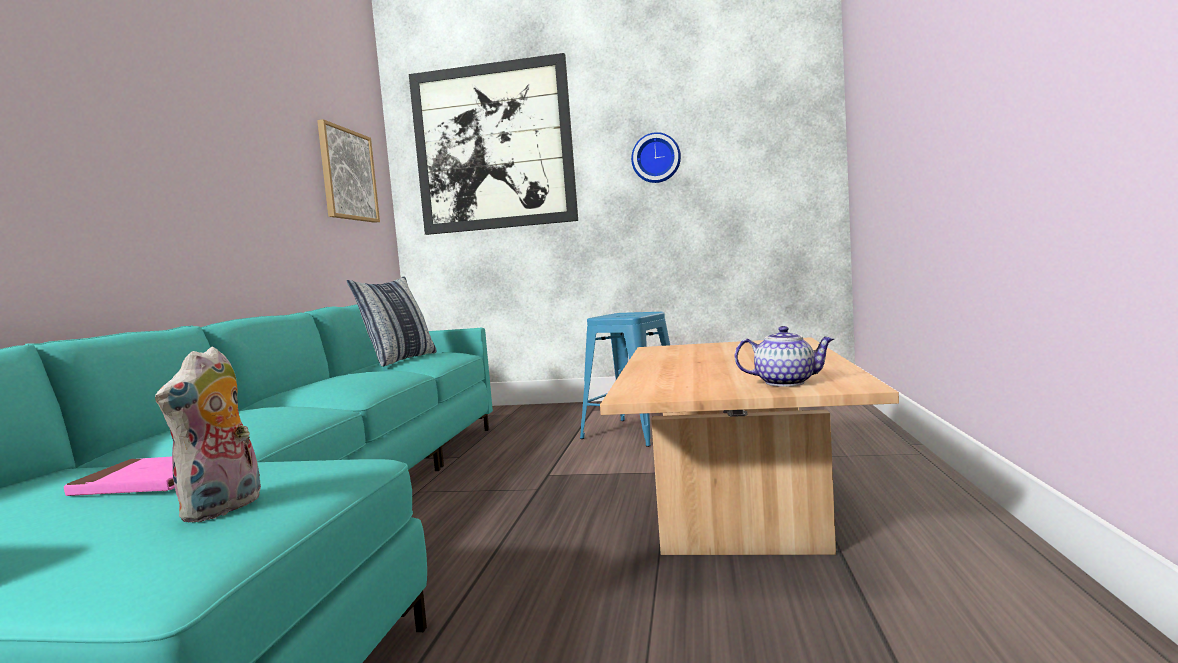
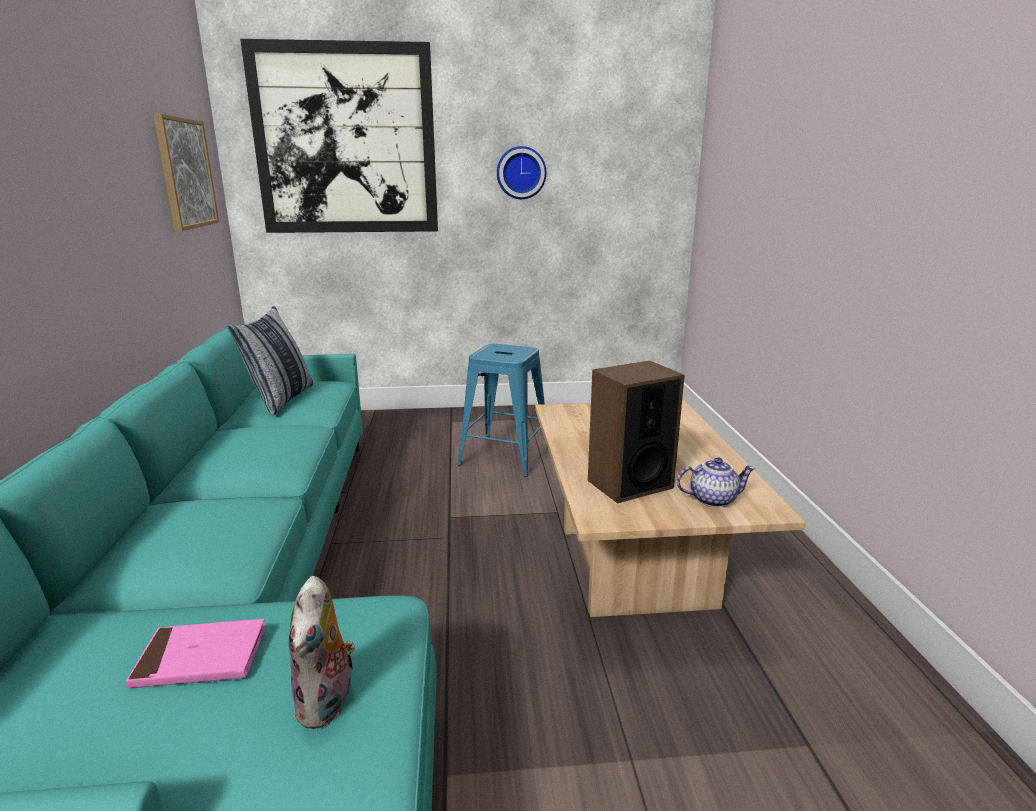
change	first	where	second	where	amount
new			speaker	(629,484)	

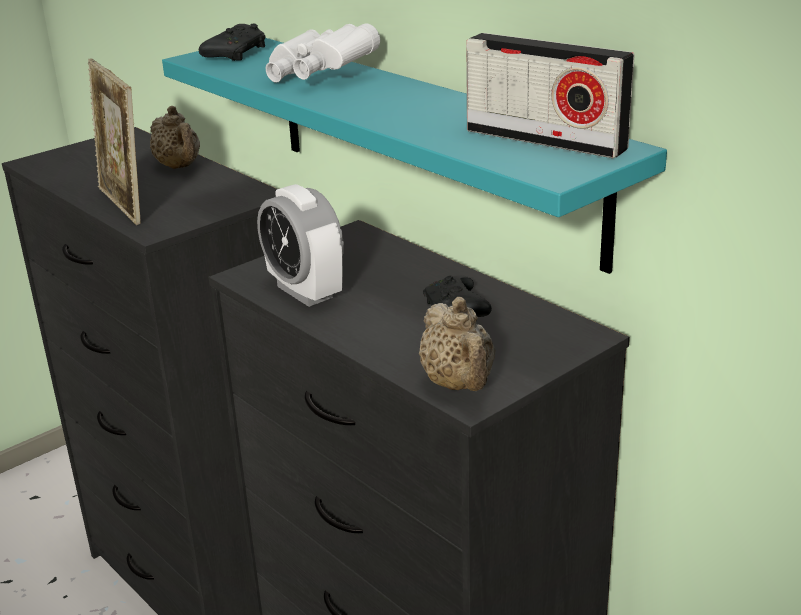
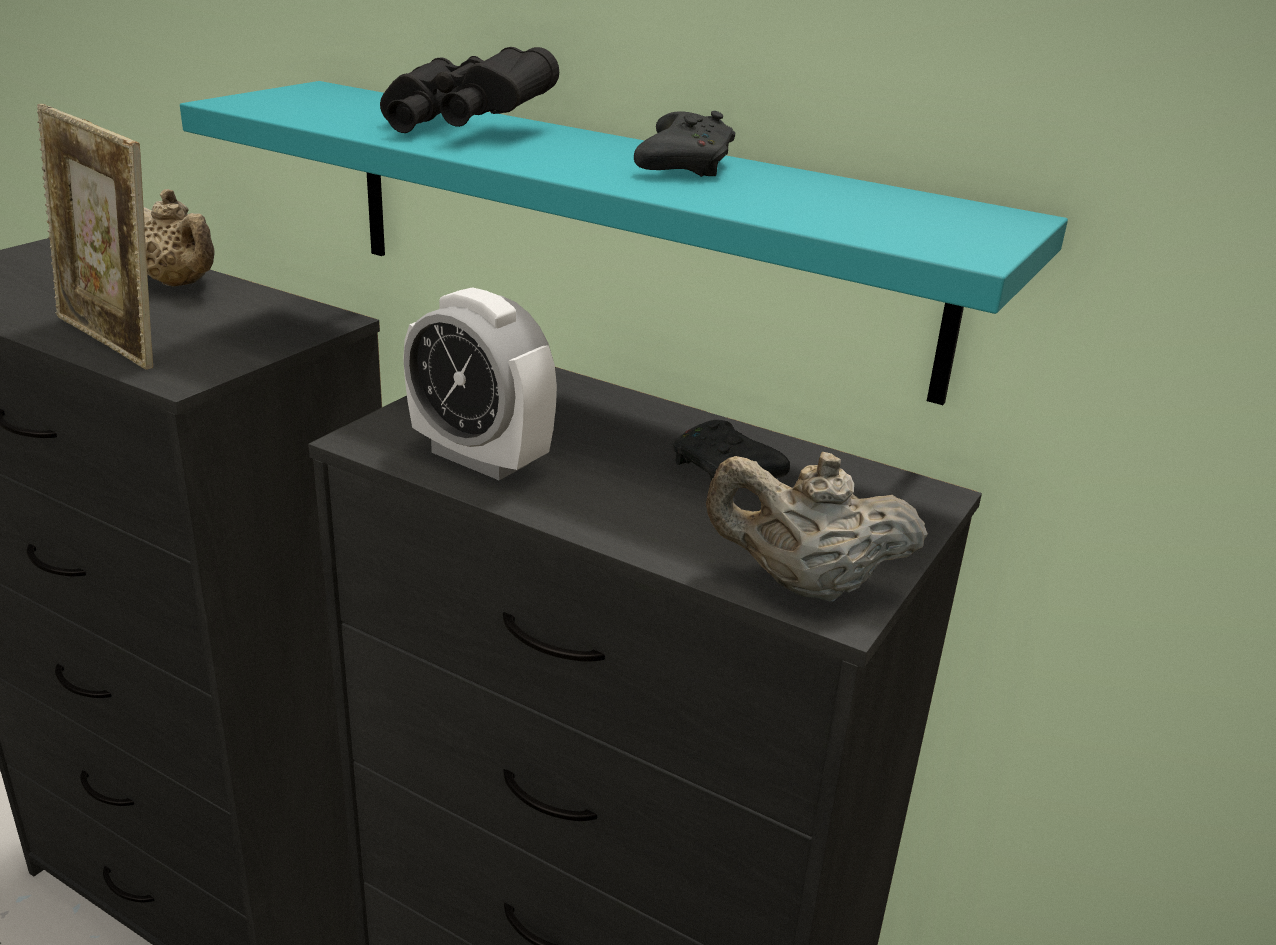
change	first	where	second	where	amount
shifted	game controller/black	(237,54)		(684,165)	
repainted	binoculars/white	(317,77)	binoculars/black	(460,128)	
gone	radio	(545,140)			
rotated	teapot/beige	(459,385)		(805,585)	135 degrees clockwise

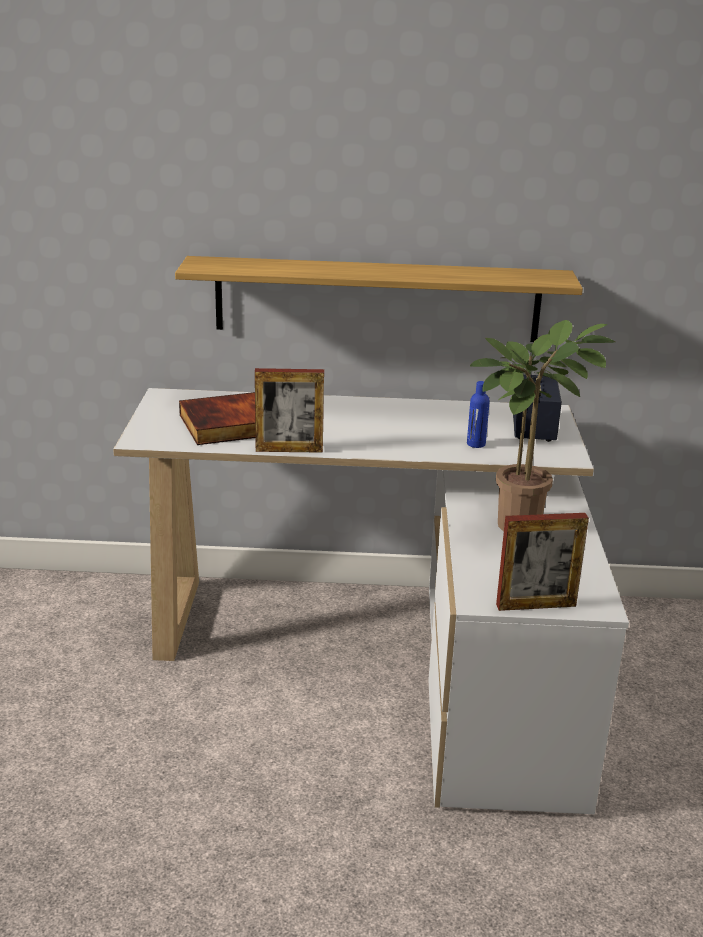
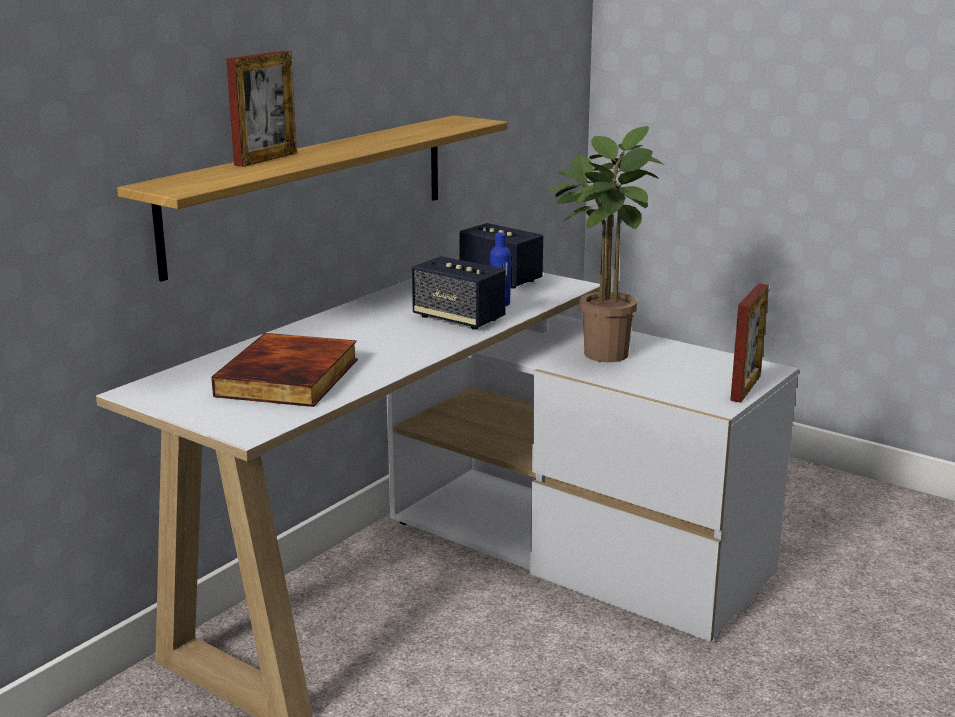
change	first	where	second	where	amount
shifted	picture frame	(289,450)		(266,159)	
new			speaker	(458,319)	

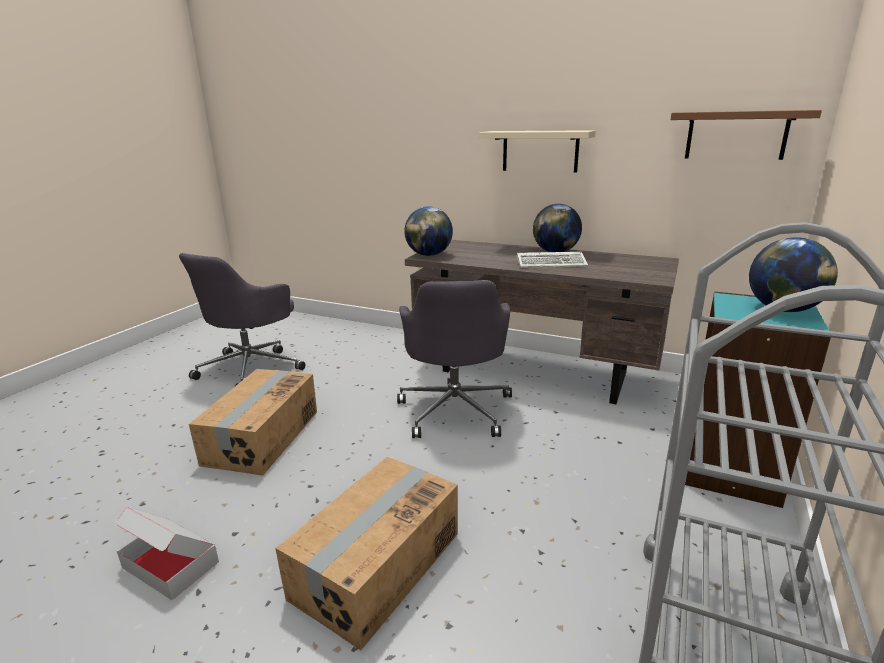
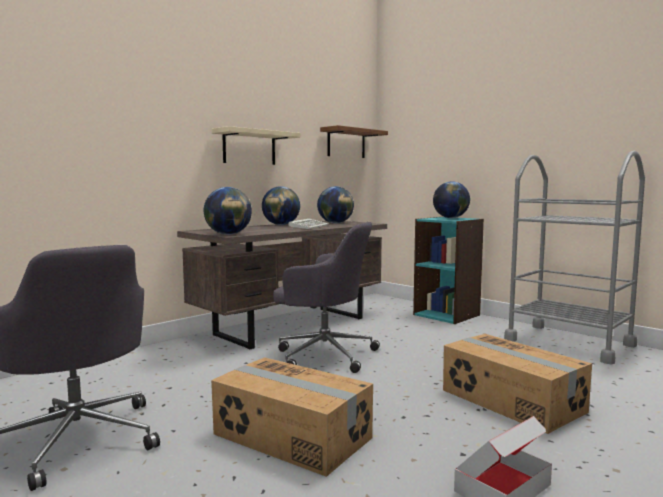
change	first	where	second	where	amount
new			globe	(335,223)	

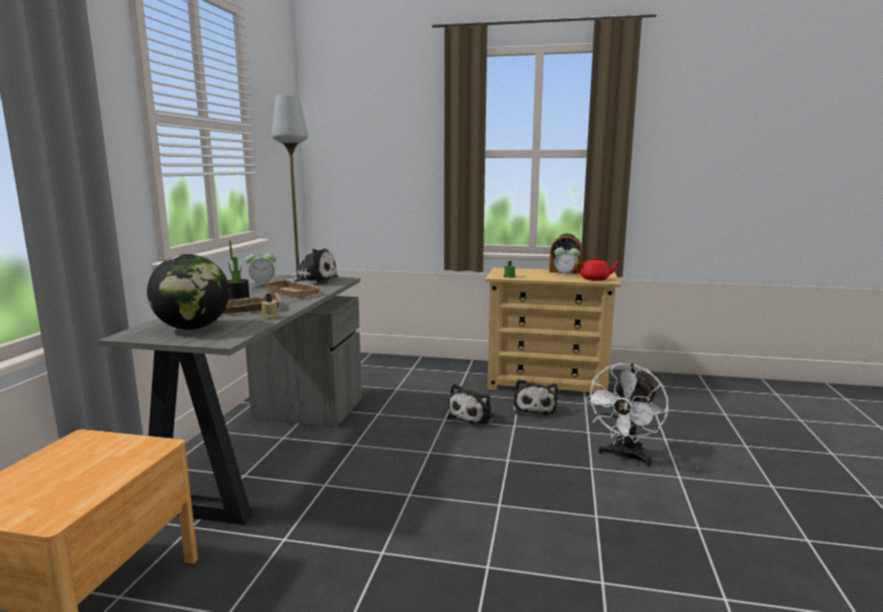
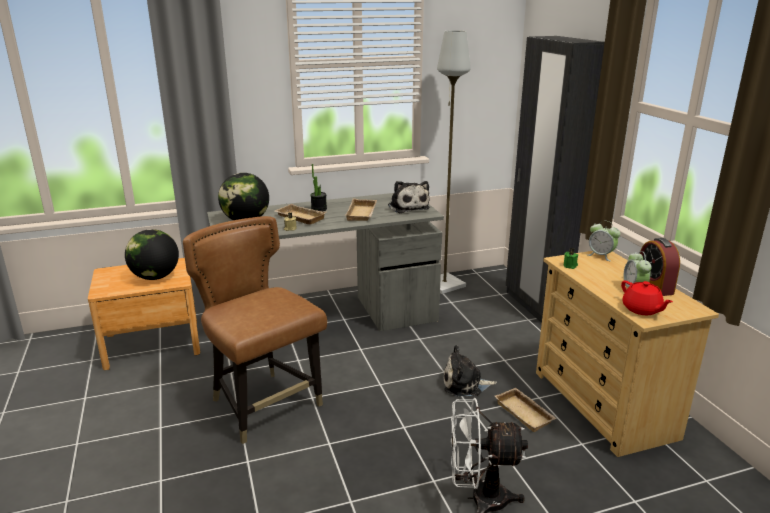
change	first	where	second	where	amount
shifted	alarm clock	(262,285)		(601,256)	
swapped	plush toy	(534,408)	tray/beige	(525,413)	
new			wardrobe/black	(535,305)	
new			chair/brown	(264,405)	
new			globe	(155,277)	

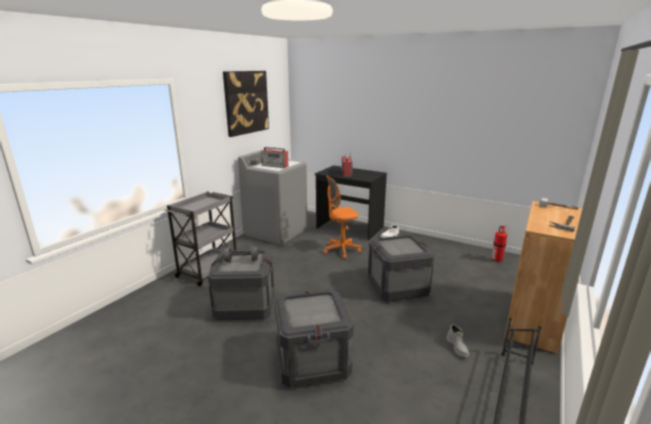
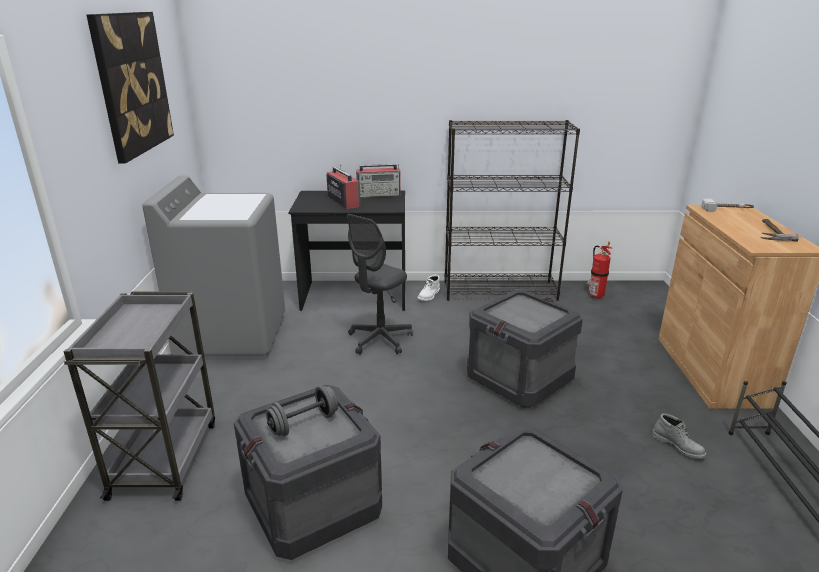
change	first	where	second	where	amount
shifted	radio	(275,166)		(379,195)	
repainted	office chair/orange	(341,250)	office chair/grey	(380,340)	
new			bookcase/black	(500,290)	

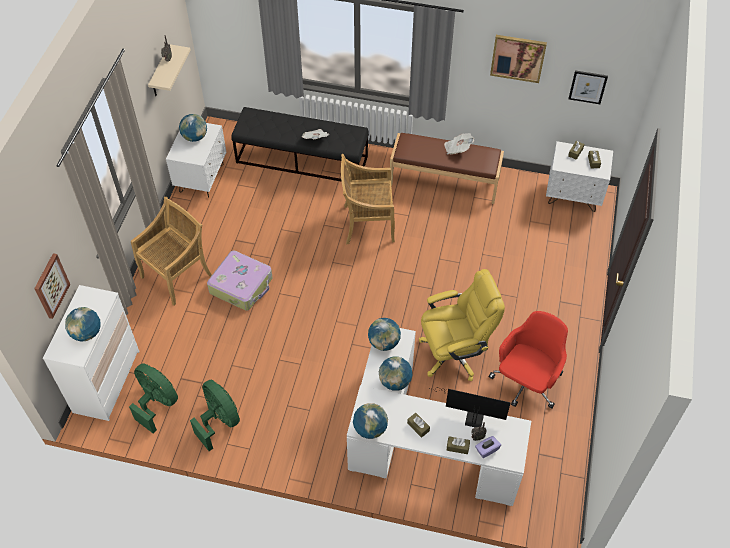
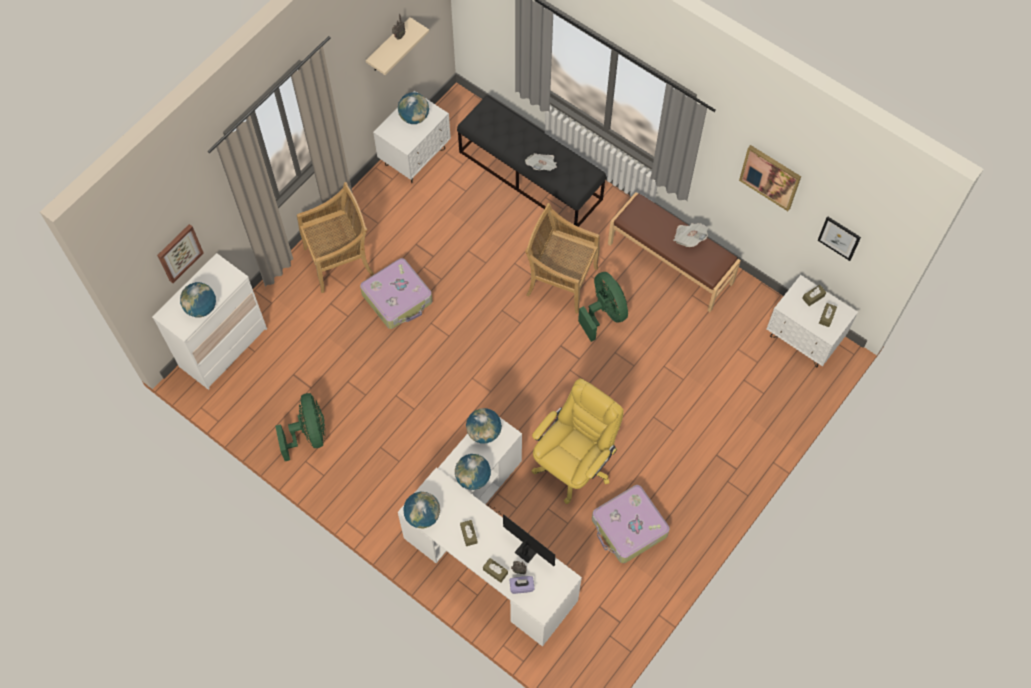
change	first	where	second	where	amount
rotated	office chair/yellow	(454,353)		(573,464)	60 degrees counterclockwise
swapped	office chair/red	(526,383)	suitcase	(628,528)	
shifted	fan/green	(157,403)		(604,314)	

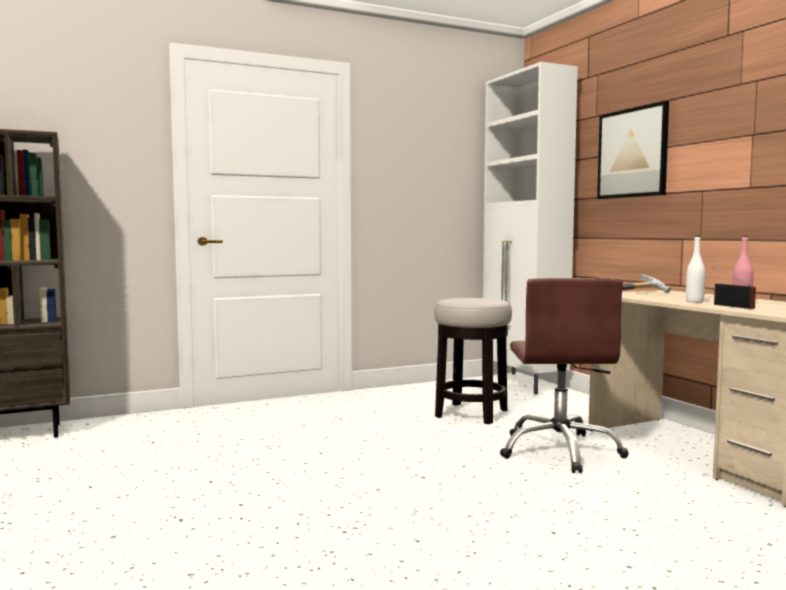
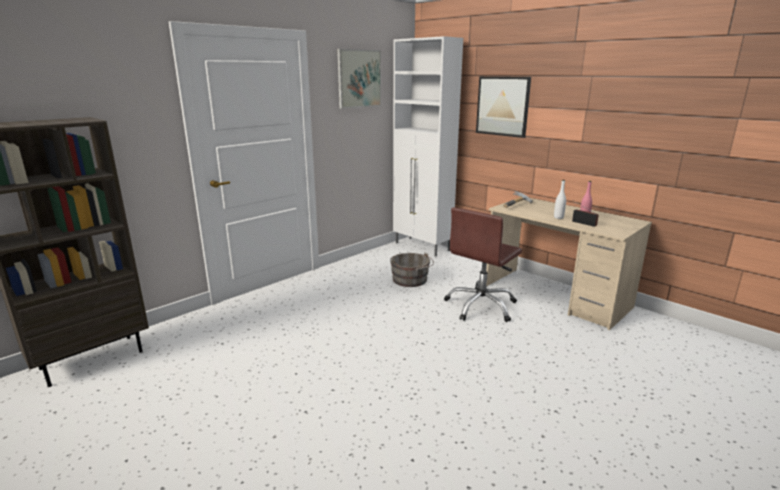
change	first	where	second	where	amount
rotated	office chair/brown	(560,451)		(481,306)	60 degrees clockwise
swapped	stool	(471,413)	bucket/grey	(411,280)	
new			picture	(359,78)	

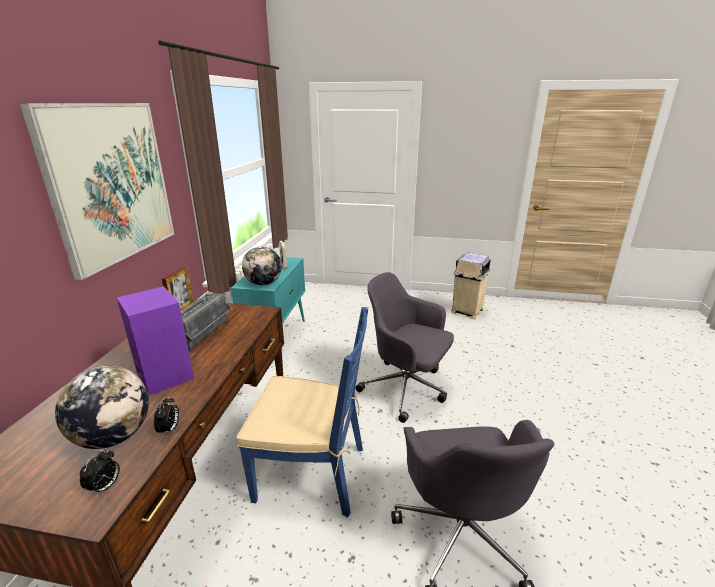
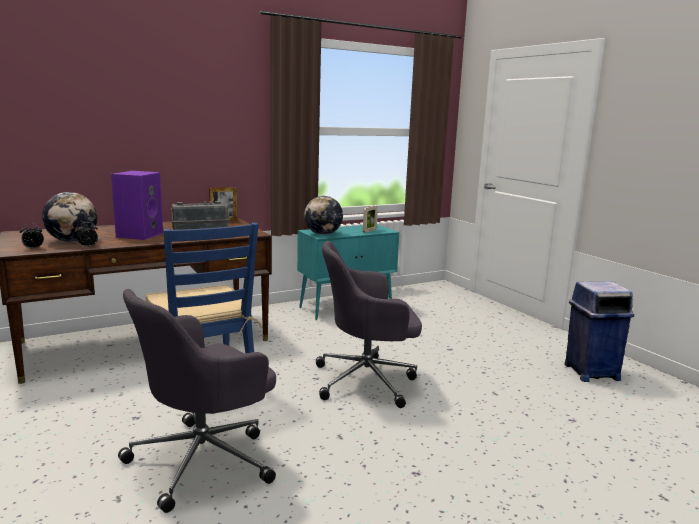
change	first	where	second	where	amount
gone	picture	(111,183)			
repainted	trash can/beige	(467,311)	trash can/blue	(590,372)	
rotated	office chair/grey	(406,389)		(367,380)	90 degrees counterclockwise

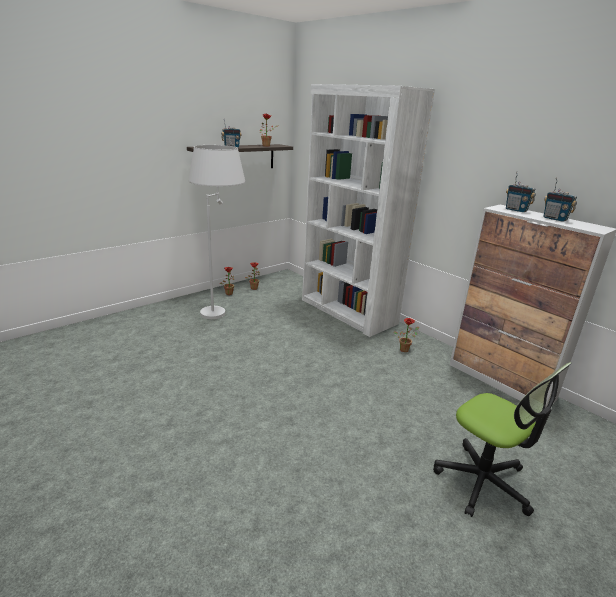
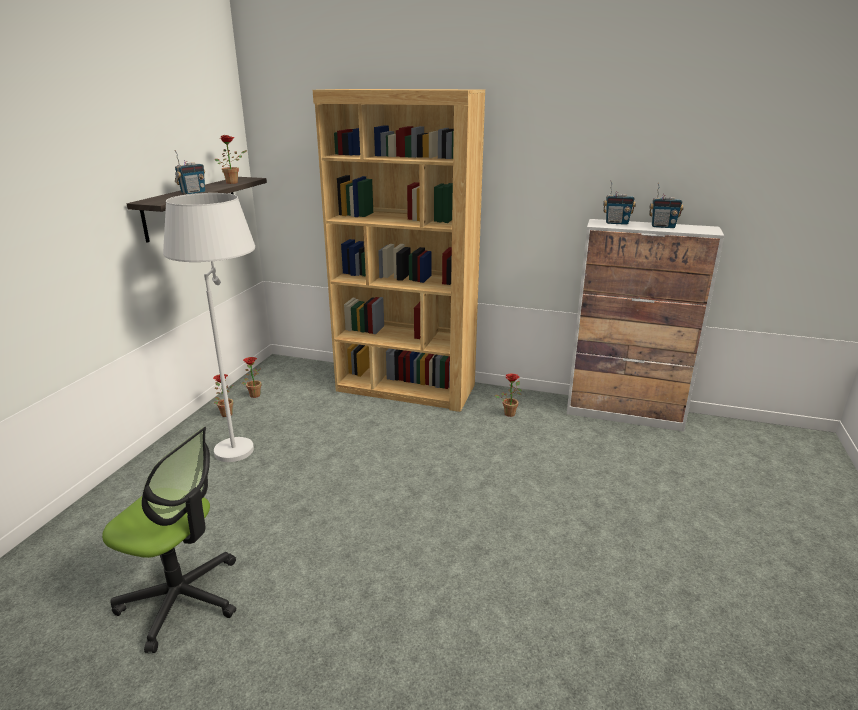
change	first	where	second	where	amount
repainted	bookcase/white	(347,312)	bookcase/brown	(406,388)	
shifted	office chair	(483,482)		(182,599)	

